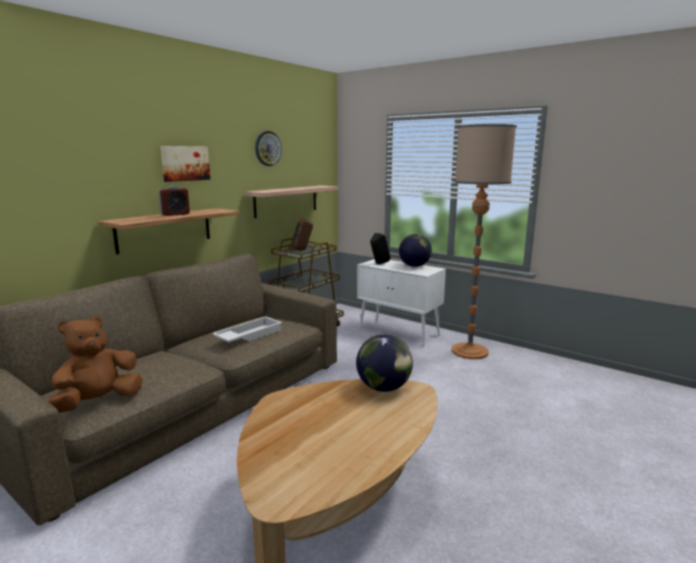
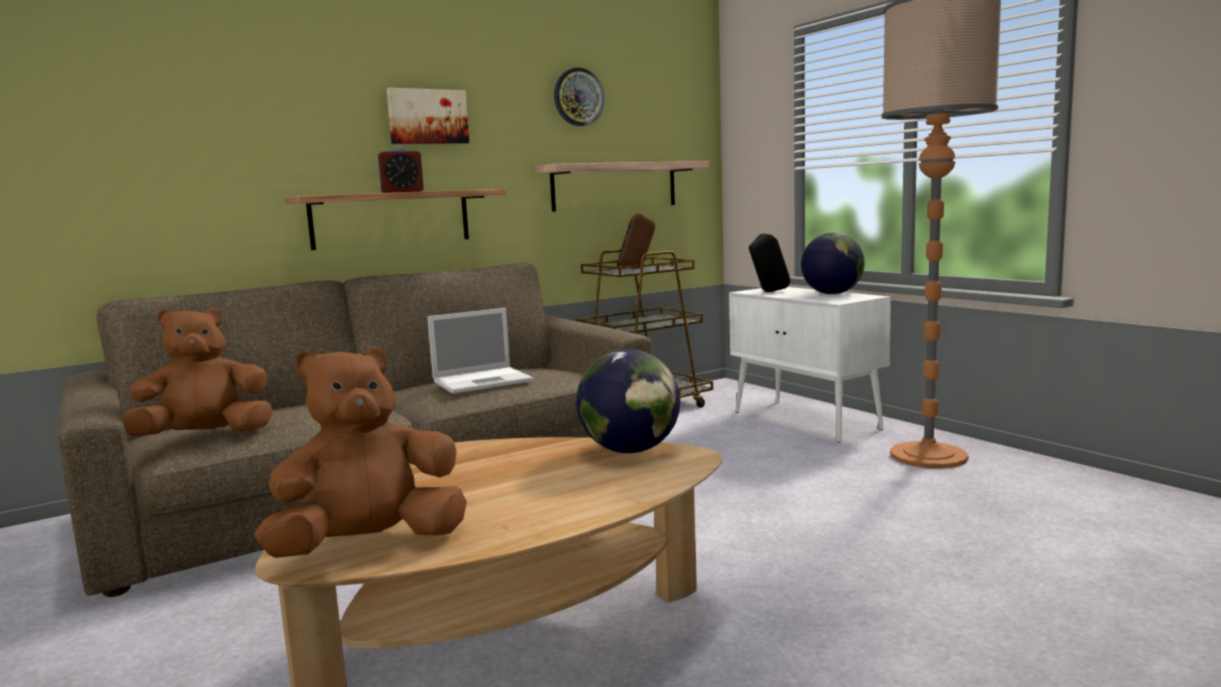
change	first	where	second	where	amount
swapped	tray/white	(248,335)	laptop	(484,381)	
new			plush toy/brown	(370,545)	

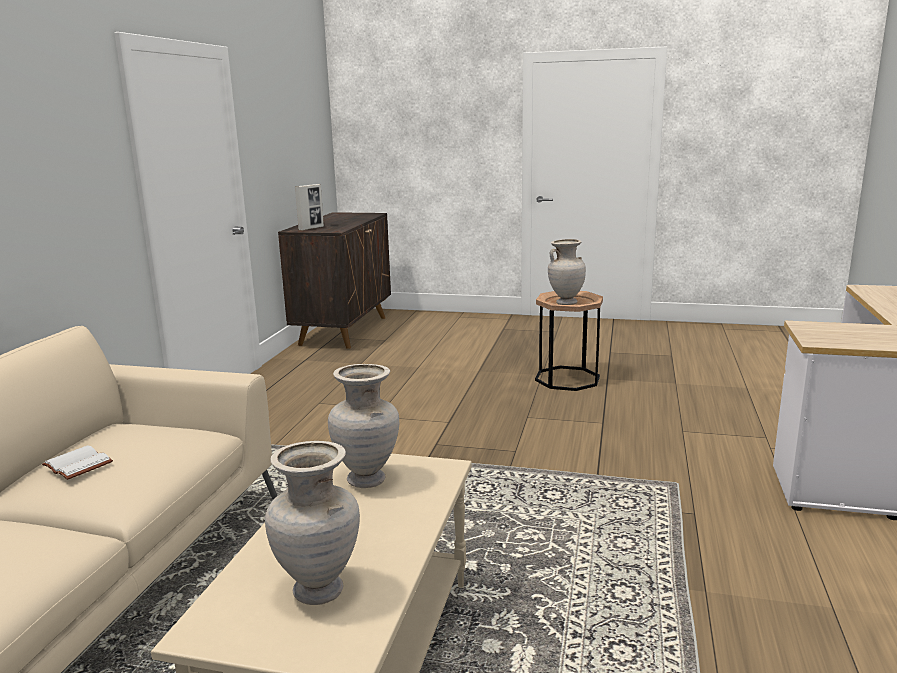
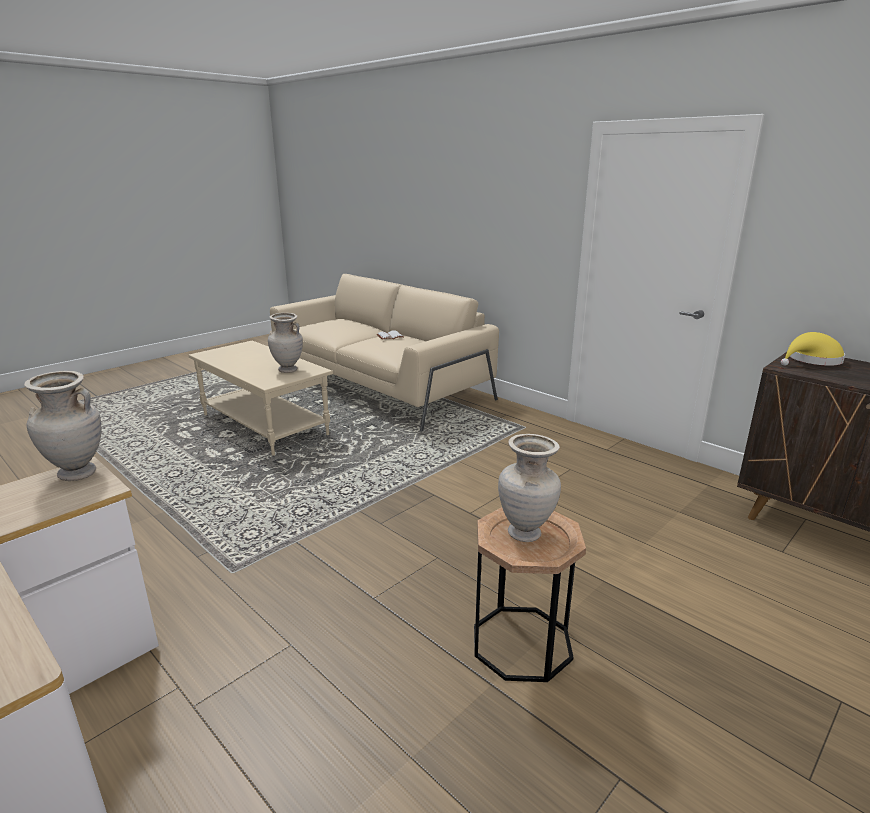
change	first	where	second	where	amount
swapped	picture frame	(311,228)	hat/yellow	(811,360)	
shifted	vase/beige	(320,590)		(77,474)	

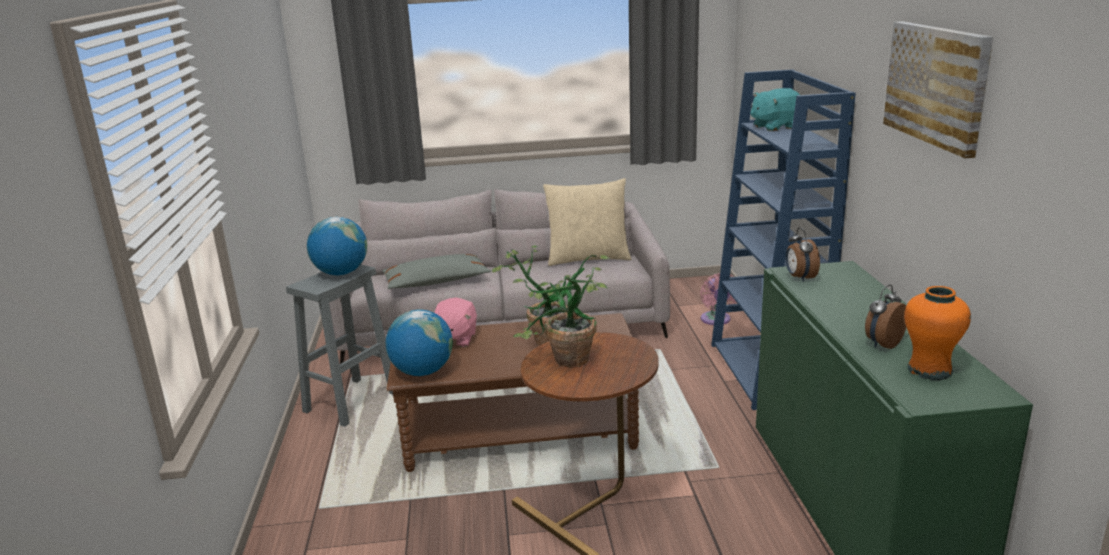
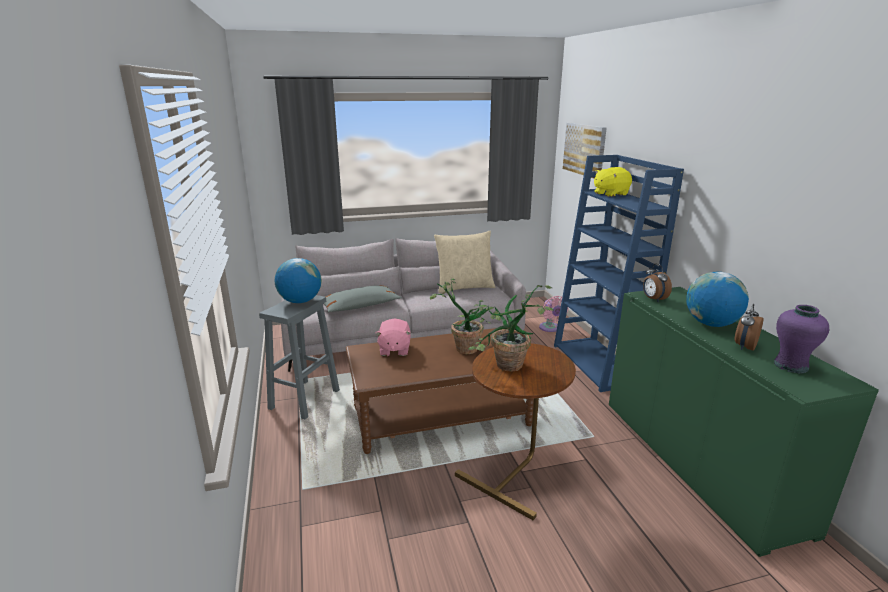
change	first	where	second	where	amount
shifted	picture	(937,85)		(585,149)	
repainted	plush toy/turquoise	(775,127)	plush toy/yellow	(610,194)	
repainted	vase/orange	(930,370)	vase/purple	(791,366)	
shifted	globe	(422,371)		(711,324)	

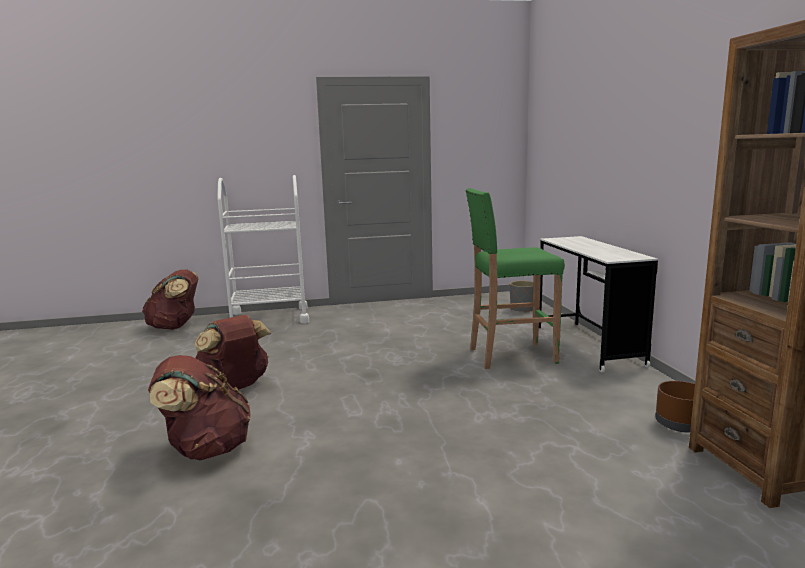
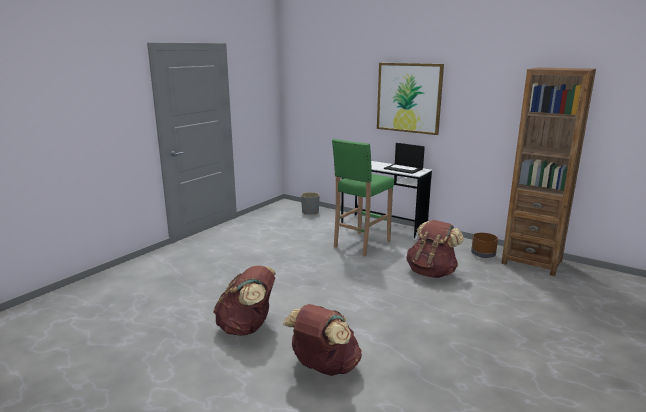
change	first	where	second	where	amount
gone	cart/white	(269,317)			
shifted	backpack/brown	(175,327)		(431,273)	
new			picture	(409,98)	
new			laptop	(404,169)	

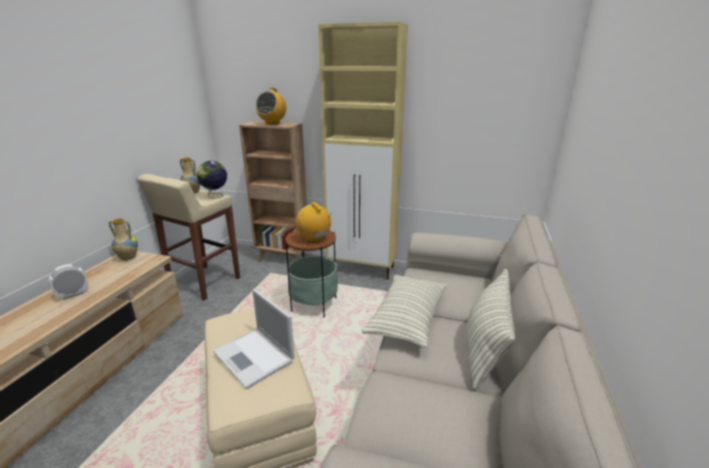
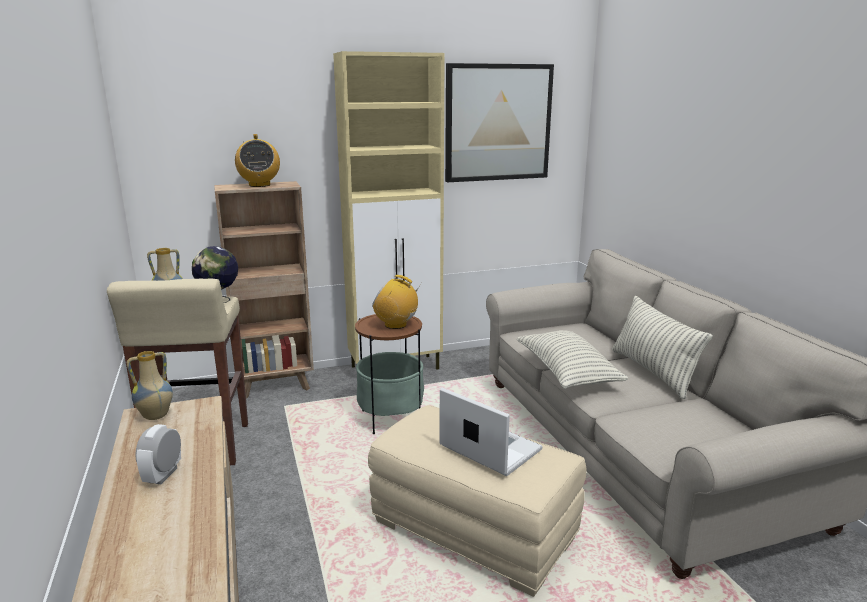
change	first	where	second	where	amount
rotated	laptop	(255,357)		(488,447)	150 degrees counterclockwise
new			picture	(498,123)	

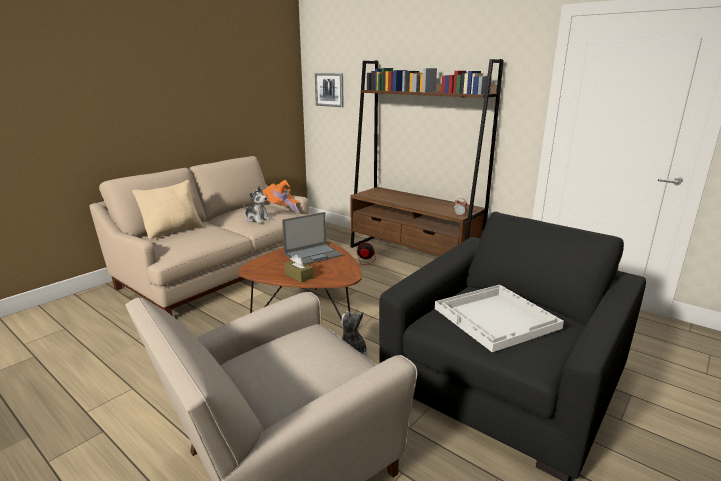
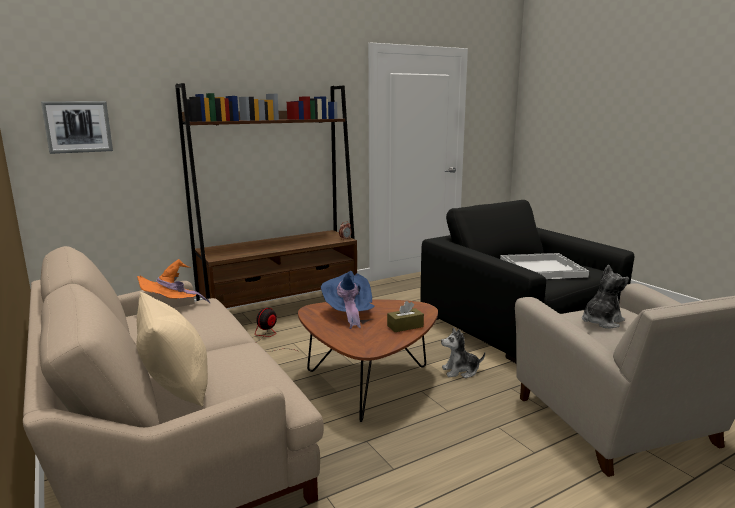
change	first	where	second	where	amount
shifted	plush toy	(257,219)		(601,321)	
swapped	laptop	(313,254)	hat/blue	(348,314)	

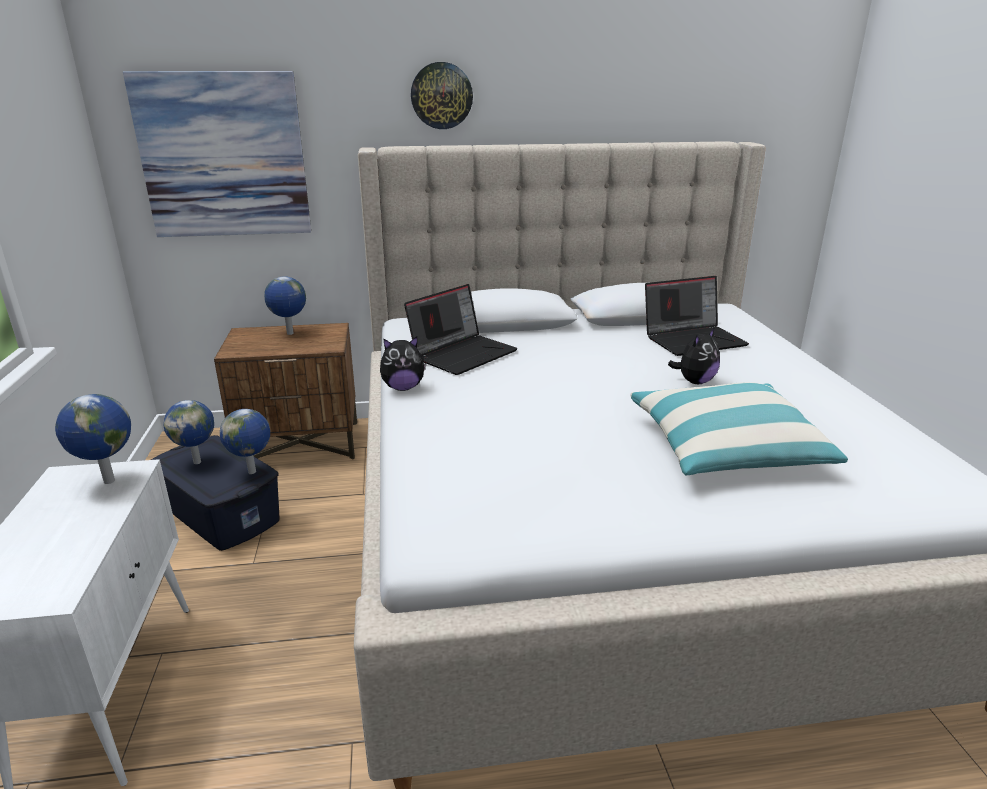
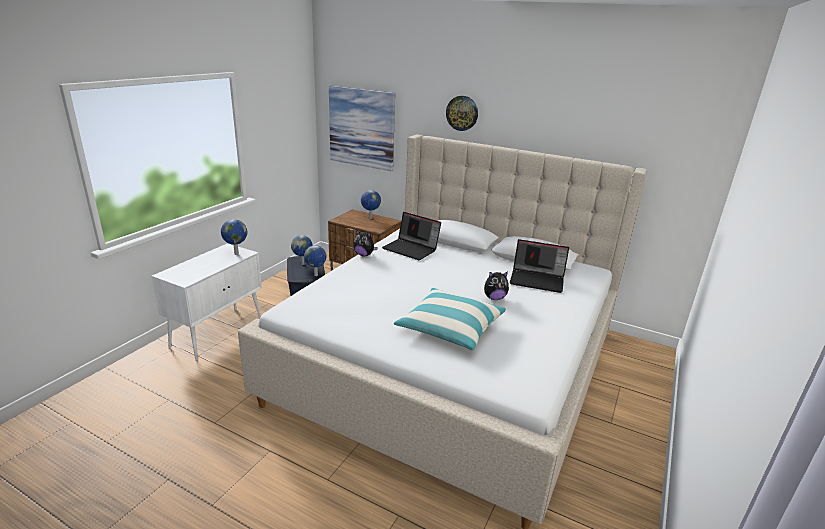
change	first	where	second	where	amount
rotated	laptop	(463,353)		(411,249)	45 degrees clockwise

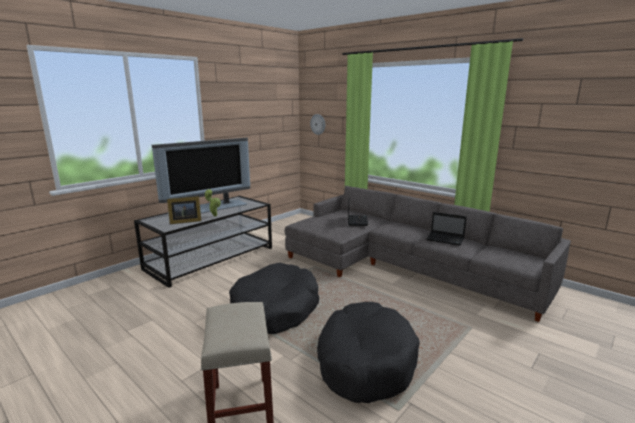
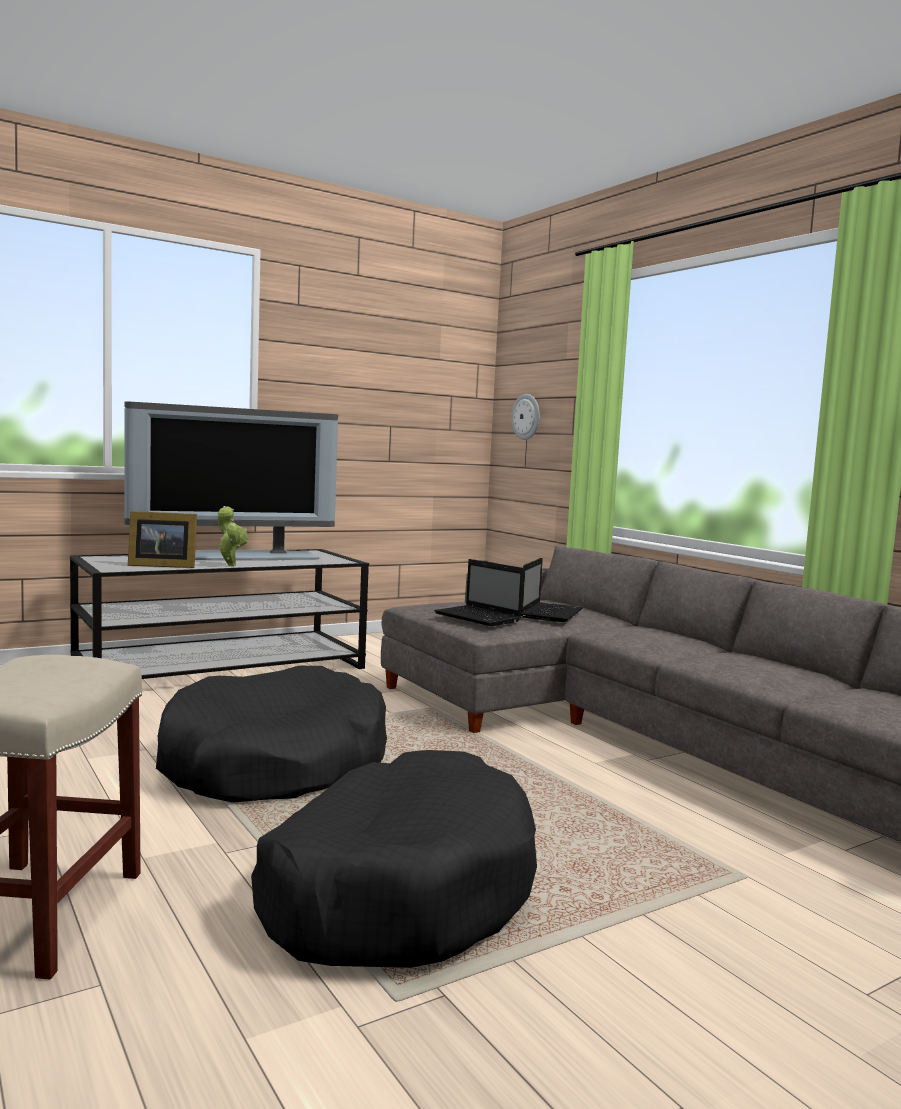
change	first	where	second	where	amount
shifted	laptop	(446,239)		(479,617)	

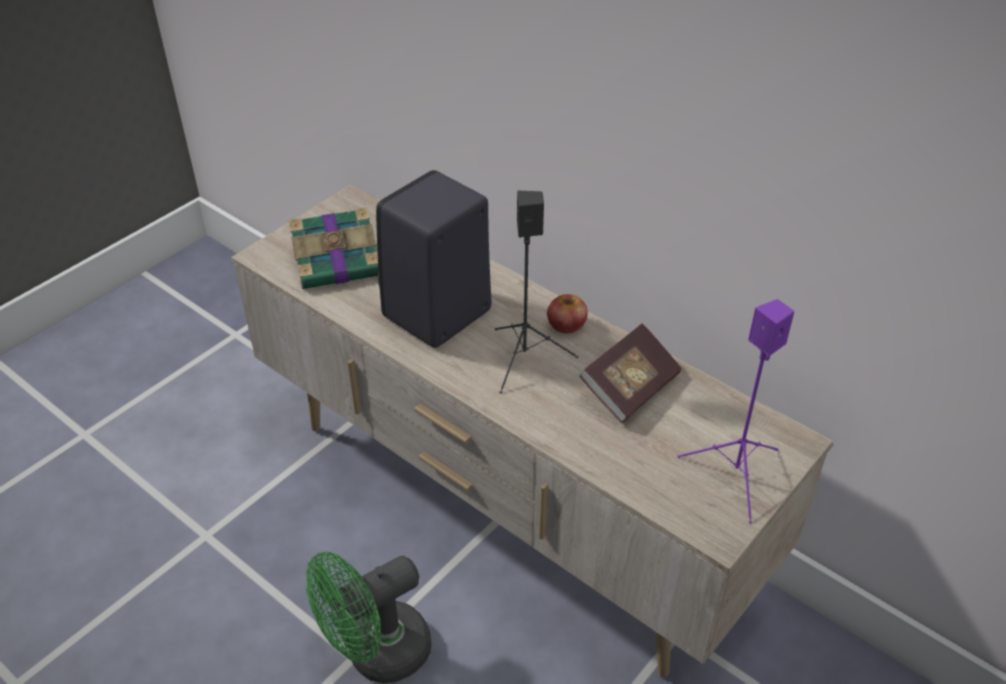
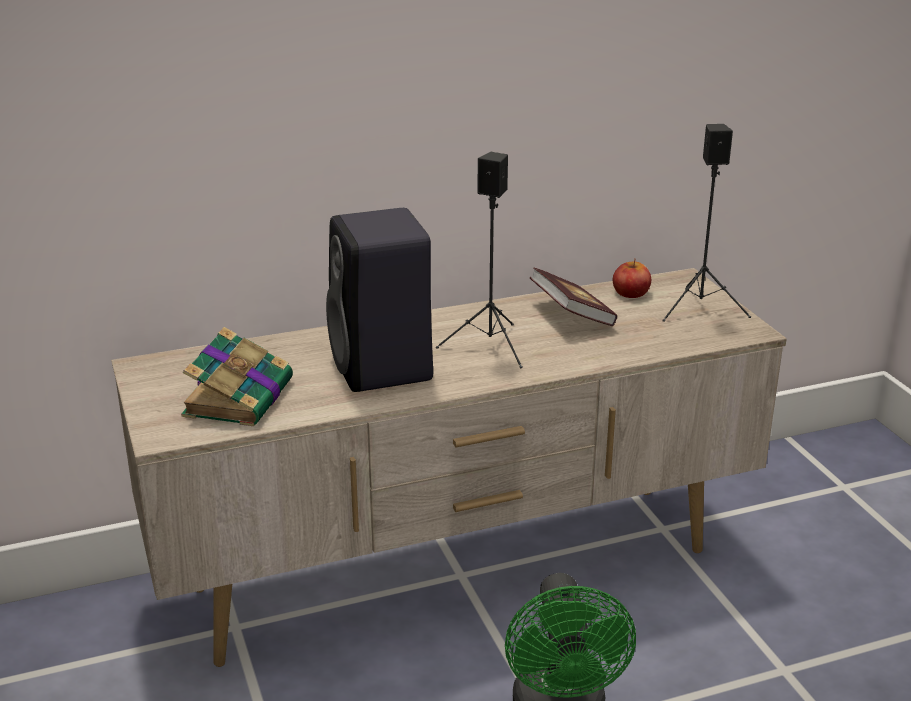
change	first	where	second	where	amount
shifted	apple	(566,324)		(630,292)	
repainted	speaker/purple	(736,476)	speaker/black	(701,308)	

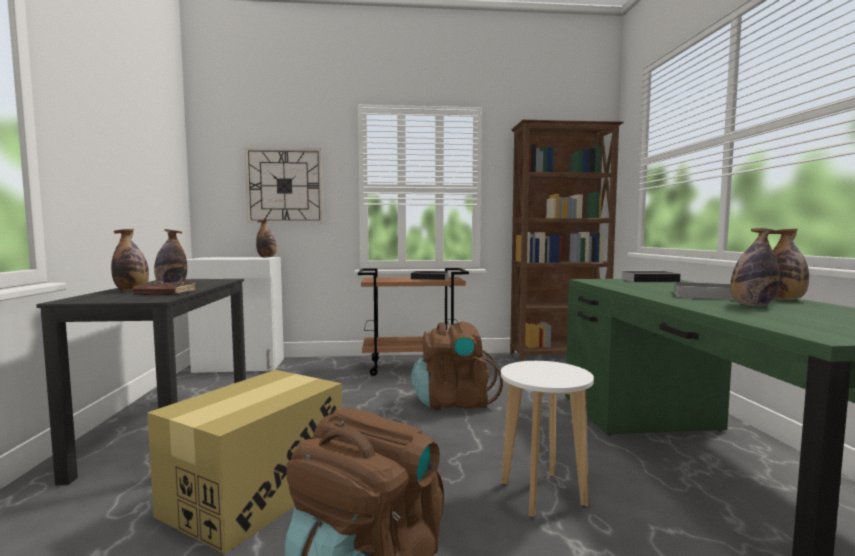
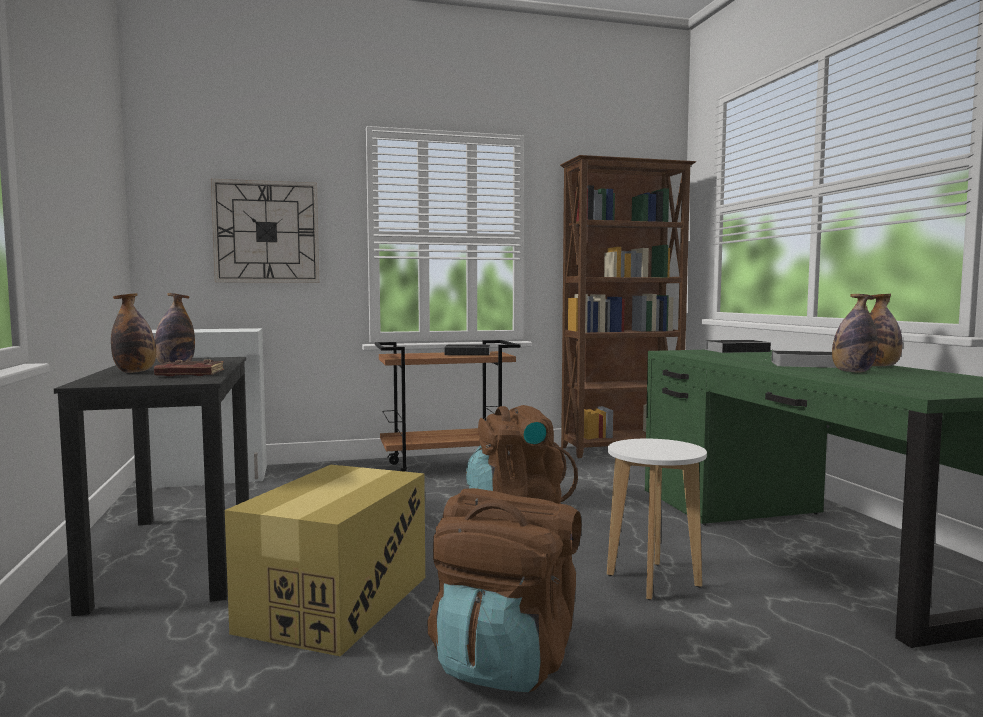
change	first	where	second	where	amount
gone	bottle	(267,257)			

